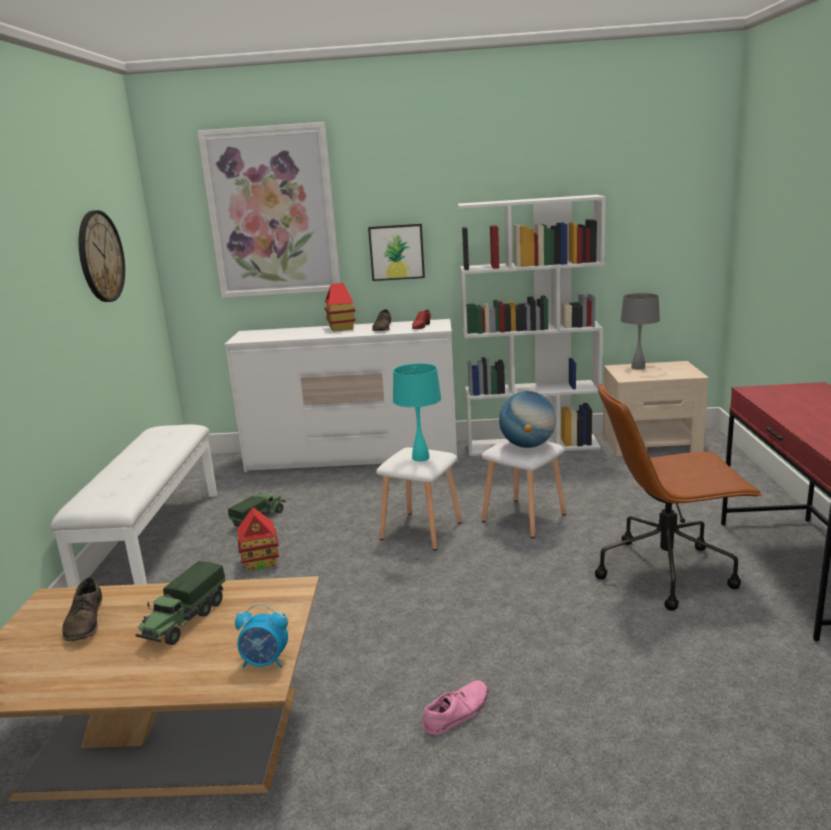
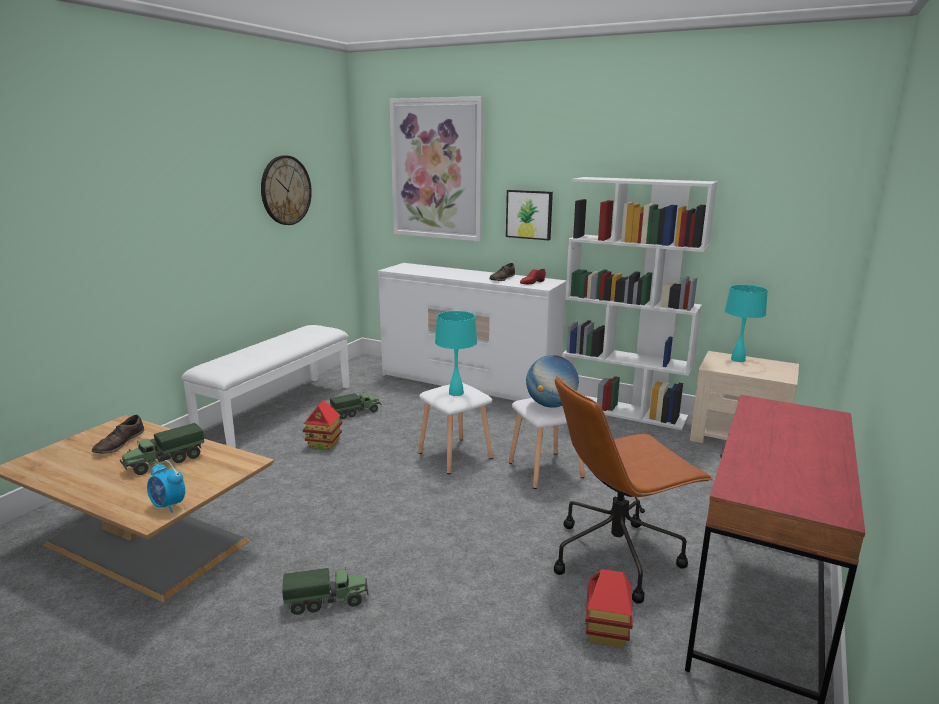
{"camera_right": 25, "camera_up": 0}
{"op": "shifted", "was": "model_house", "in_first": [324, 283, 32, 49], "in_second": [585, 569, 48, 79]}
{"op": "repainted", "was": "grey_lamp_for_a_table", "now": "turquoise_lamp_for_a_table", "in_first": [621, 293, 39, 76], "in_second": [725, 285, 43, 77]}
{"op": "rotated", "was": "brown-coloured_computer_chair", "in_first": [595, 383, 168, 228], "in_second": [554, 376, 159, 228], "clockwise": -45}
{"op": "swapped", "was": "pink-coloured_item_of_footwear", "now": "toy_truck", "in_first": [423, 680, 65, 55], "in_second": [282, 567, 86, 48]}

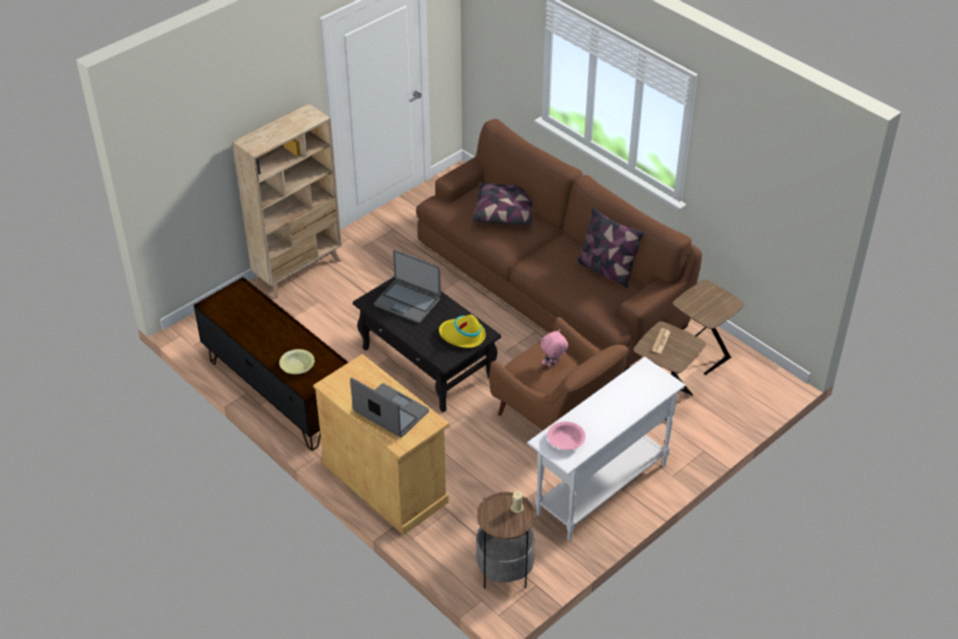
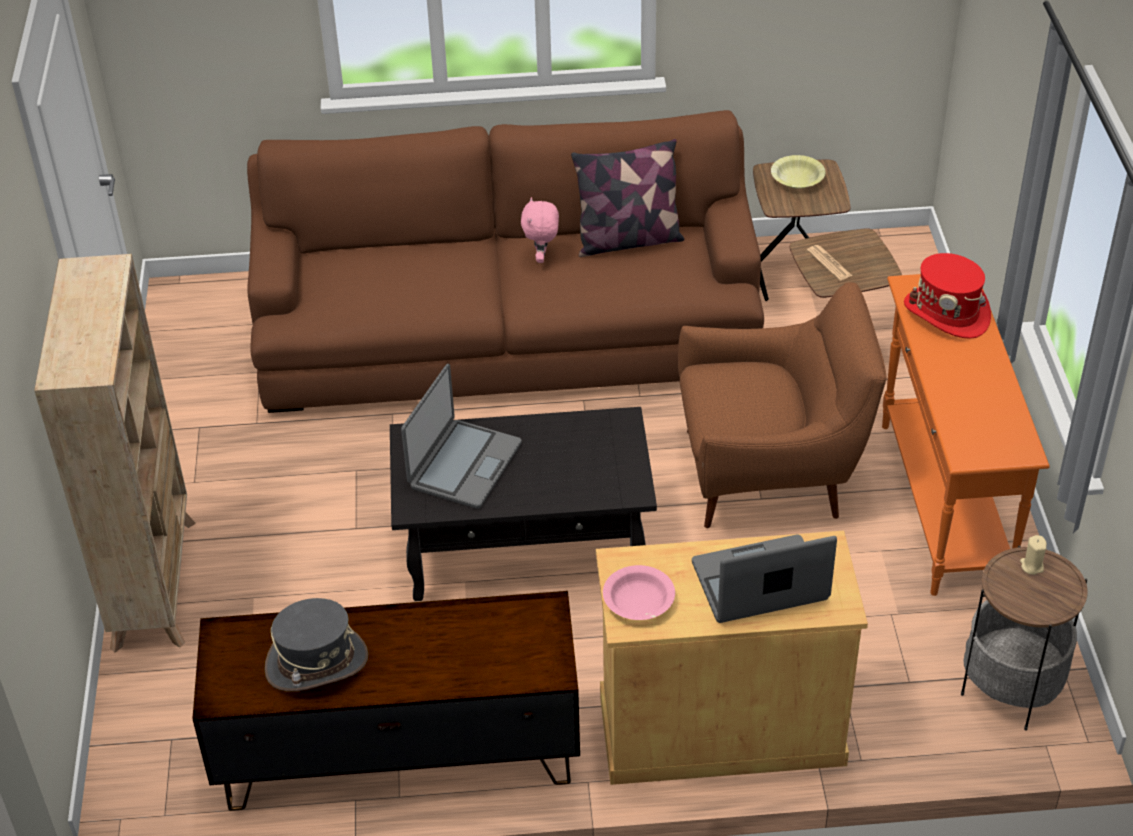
{"camera_right": -50, "camera_up": 0}
{"op": "gone", "was": "throw_pillow", "in_first": [473, 183, 59, 43]}
{"op": "rotated", "was": "portable_computer", "in_first": [374, 250, 67, 73], "in_second": [401, 364, 121, 145], "clockwise": -45}
{"op": "gone", "was": "yellowish_hat", "in_first": [439, 315, 47, 33]}
{"op": "shifted", "was": "pink-coloured_plush_toy", "in_first": [541, 329, 27, 38], "in_second": [521, 197, 38, 66]}
{"op": "shifted", "was": "yellowish_bowl", "in_first": [279, 349, 36, 25], "in_second": [771, 155, 55, 34]}
{"op": "repainted", "was": "white-coloured_narrow_table", "now": "orange_narrow_table", "in_first": [527, 357, 159, 184], "in_second": [882, 274, 168, 322]}
{"op": "shifted", "was": "pink-coloured_bowl", "in_first": [547, 422, 39, 28], "in_second": [603, 565, 72, 55]}
{"op": "new", "now": "red-coloured_hat", "in_second": [904, 253, 87, 86]}
{"op": "new", "now": "grey_hat", "in_second": [264, 598, 104, 94]}

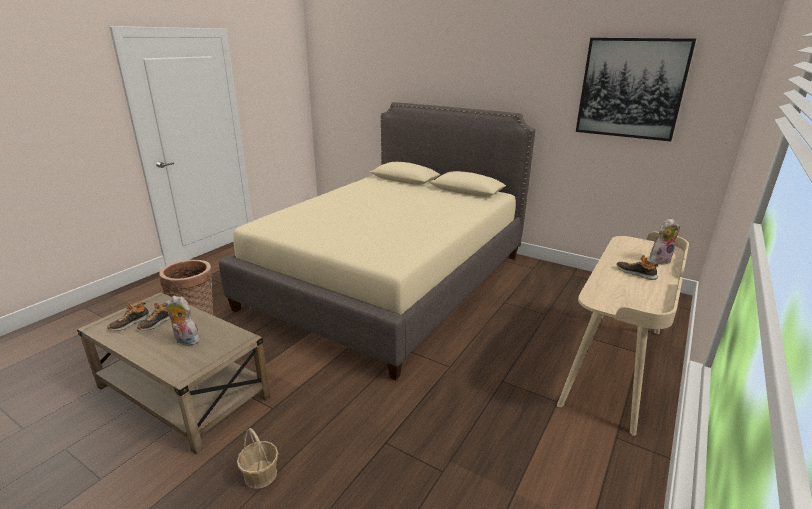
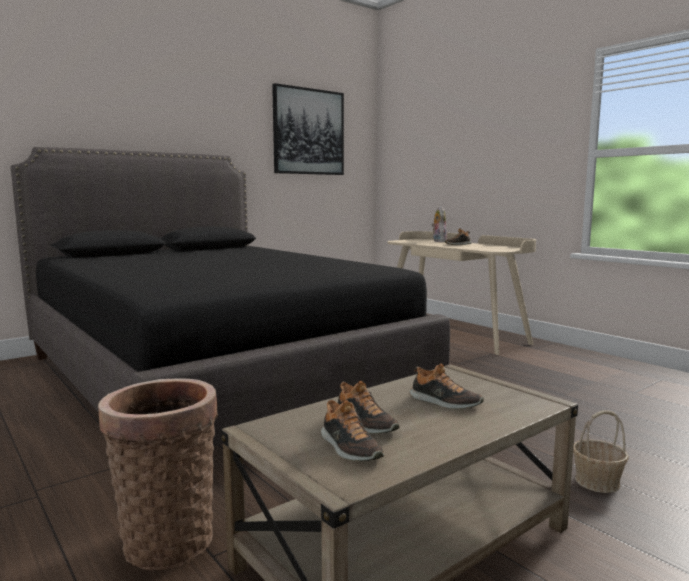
{"camera_right": -70, "camera_up": -15}
{"op": "repainted", "was": "sand-coloured_sleeping_bed", "now": "black_sleeping_bed", "in_first": [219, 102, 317, 278], "in_second": [11, 147, 439, 300]}
{"op": "swapped", "was": "plush_toy", "now": "item_of_footwear", "in_first": [165, 296, 35, 50], "in_second": [409, 363, 75, 46]}

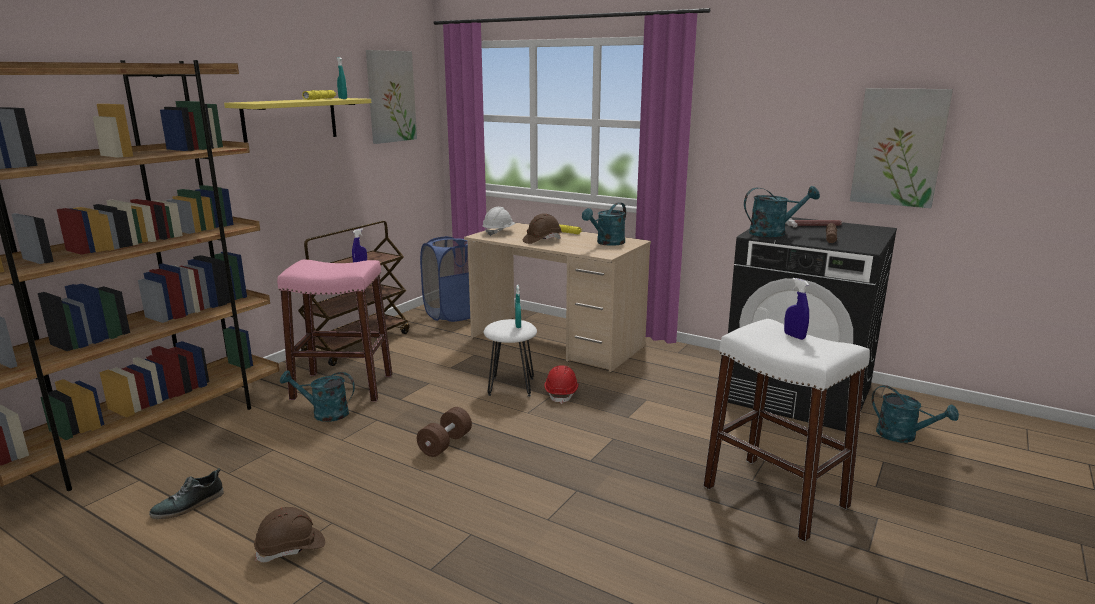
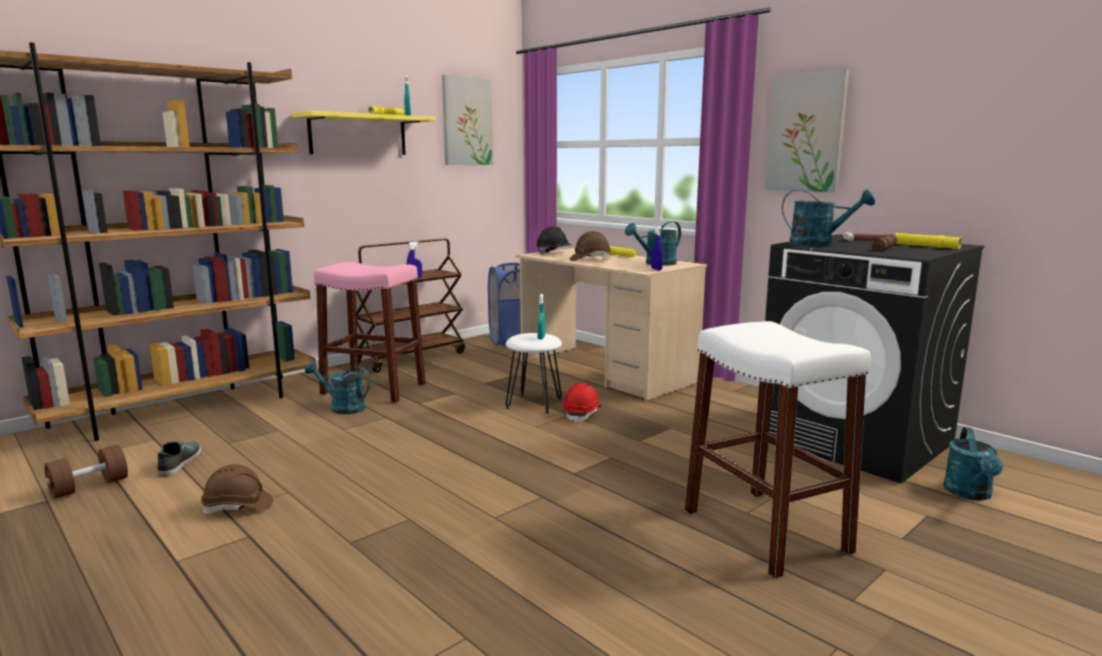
{"camera_right": 15, "camera_up": -5}
{"op": "shifted", "was": "wall_art", "in_first": [850, 88, 103, 120], "in_second": [765, 69, 84, 123]}
{"op": "repainted", "was": "white-coloured_hard_hat", "now": "black_hard_hat", "in_first": [482, 207, 33, 29], "in_second": [536, 227, 35, 28]}
{"op": "shifted", "was": "blue-coloured_hand_sprayer", "in_first": [784, 278, 25, 62], "in_second": [651, 225, 12, 46]}
{"op": "rotated", "was": "turquoise_watering_pot", "in_first": [872, 385, 87, 58], "in_second": [943, 427, 60, 73], "clockwise": 45}
{"op": "shifted", "was": "brown-coloured_free_weight", "in_first": [417, 407, 55, 50], "in_second": [44, 445, 84, 54]}
{"op": "rotated", "was": "item_of_footwear", "in_first": [149, 468, 75, 51], "in_second": [157, 441, 44, 36], "clockwise": 120}
{"op": "new", "now": "yellowish_torch", "in_second": [895, 233, 67, 16]}

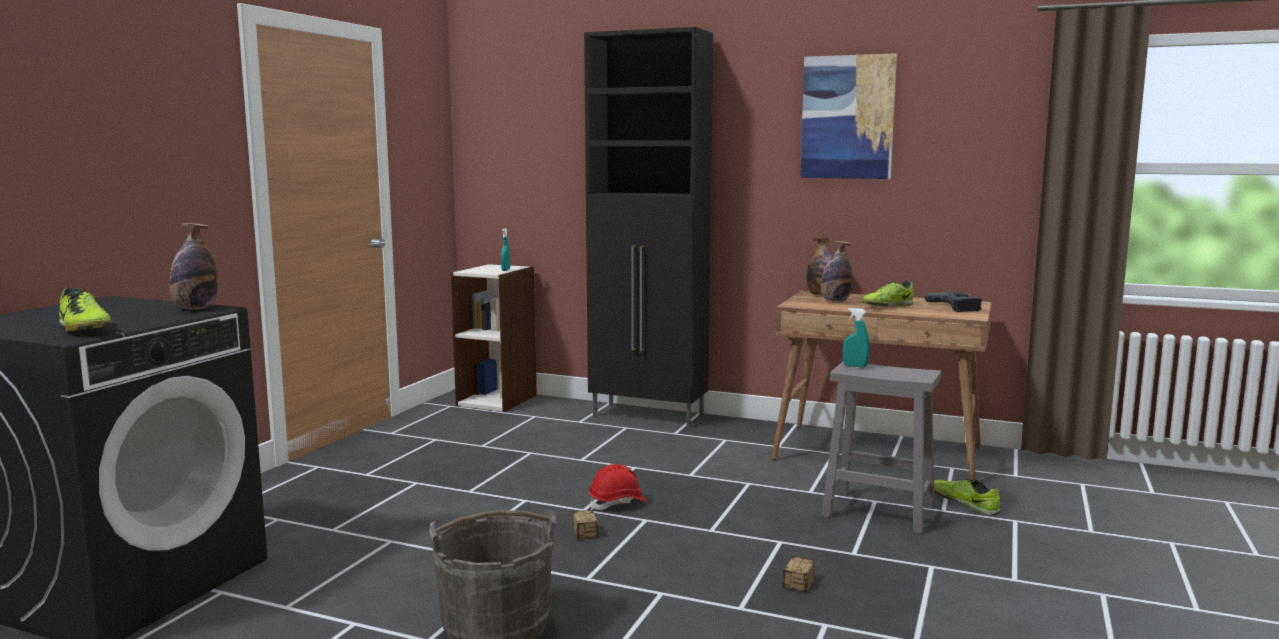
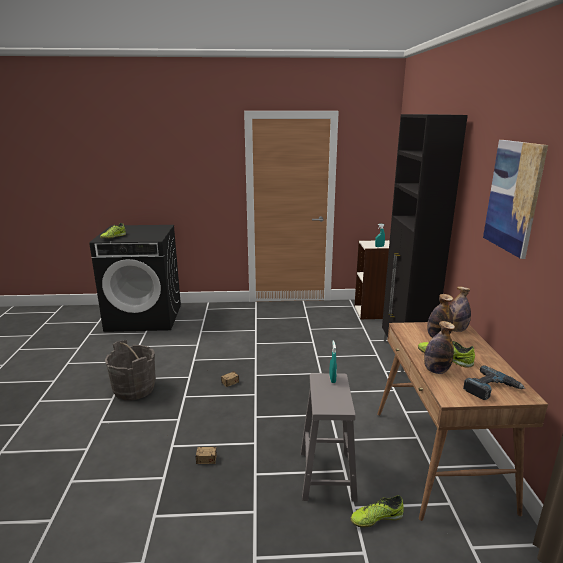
{"camera_right": 65, "camera_up": 10}
{"op": "shifted", "was": "bottle", "in_first": [169, 223, 49, 87], "in_second": [424, 321, 31, 53]}
{"op": "gone", "was": "red-coloured_hard_hat", "in_first": [589, 464, 59, 46]}
{"op": "rotated", "was": "item_of_footwear", "in_first": [934, 479, 66, 36], "in_second": [350, 495, 54, 33], "clockwise": -135}

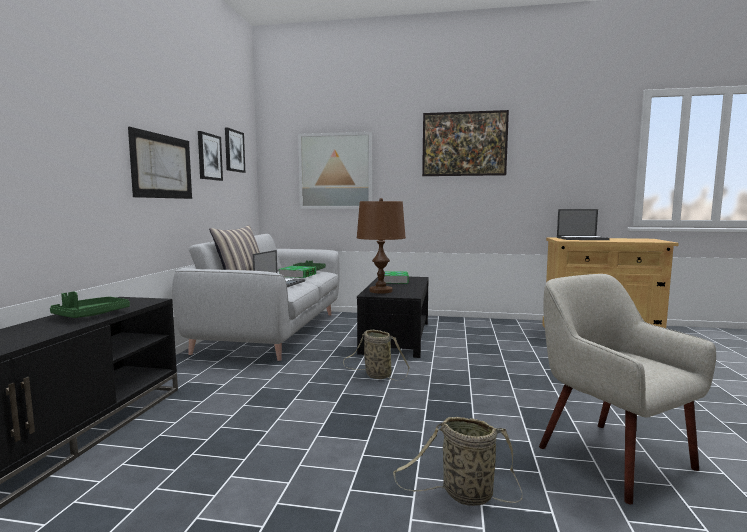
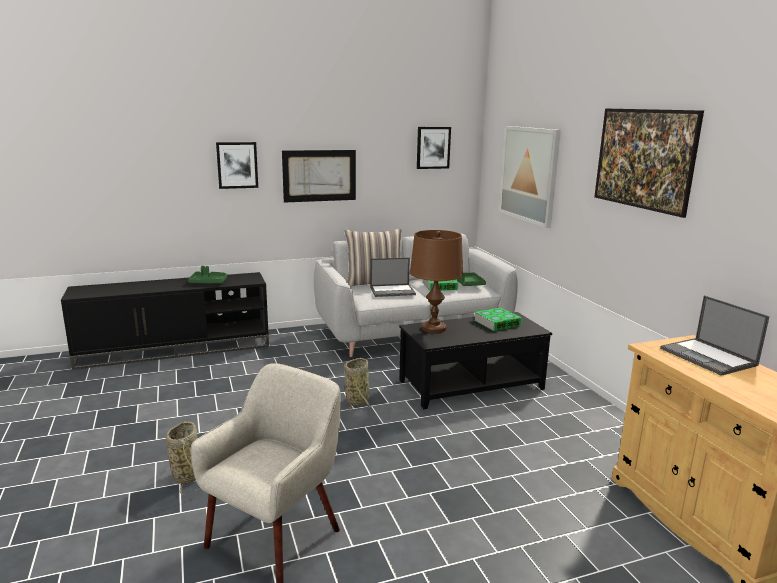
{"camera_right": 60, "camera_up": 10}
{"op": "shifted", "was": "wall_art", "in_first": [198, 131, 25, 50], "in_second": [216, 142, 42, 47]}

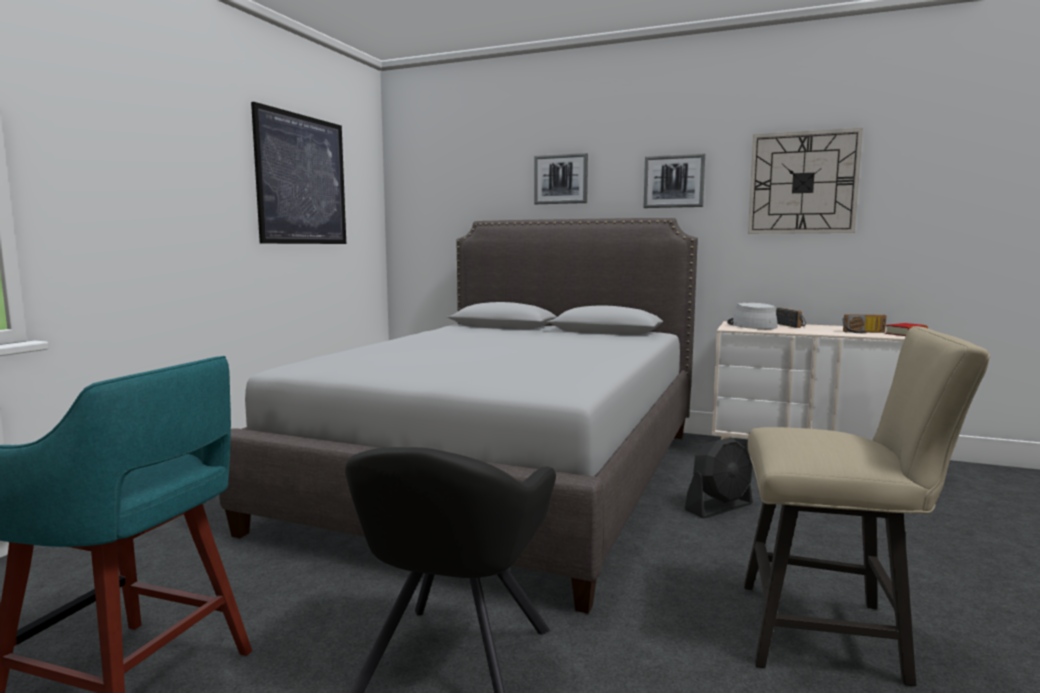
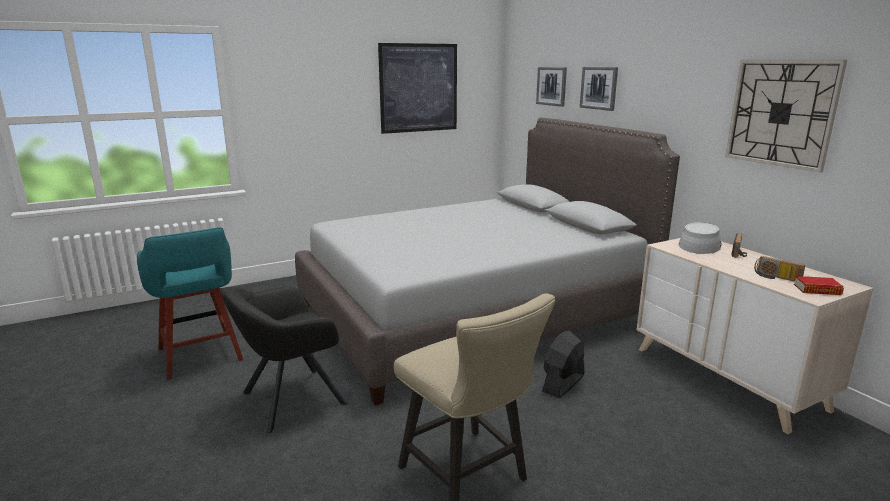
{"camera_right": 40, "camera_up": 10}
{"op": "shifted", "was": "wall_art", "in_first": [644, 153, 61, 55], "in_second": [536, 67, 31, 40]}
{"op": "rotated", "was": "black_fan", "in_first": [685, 437, 68, 81], "in_second": [542, 331, 42, 67], "clockwise": 120}

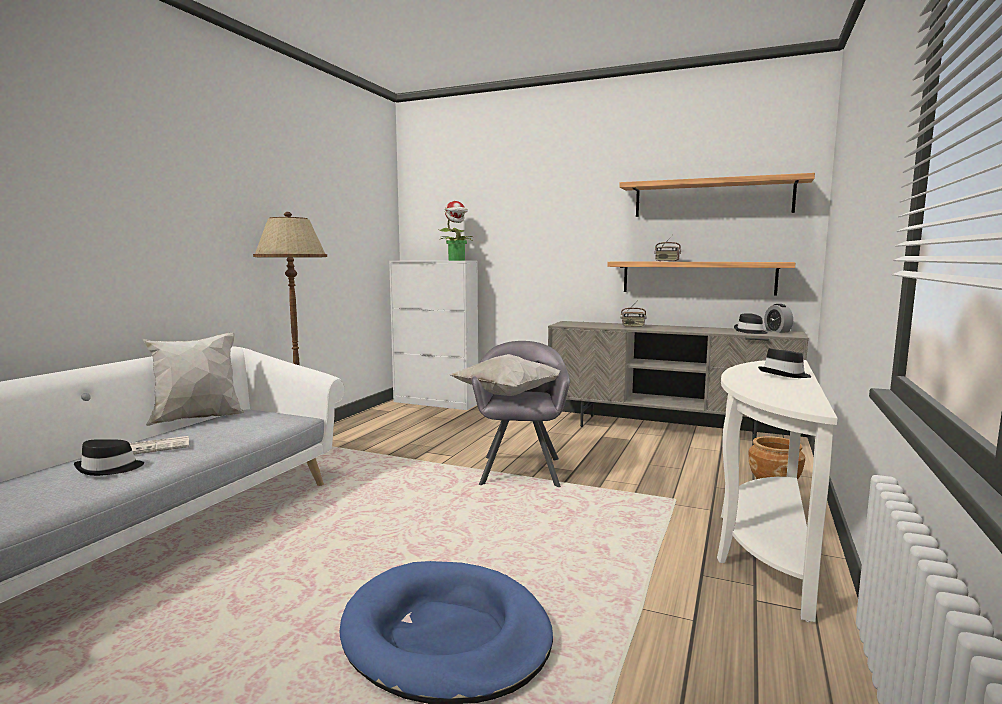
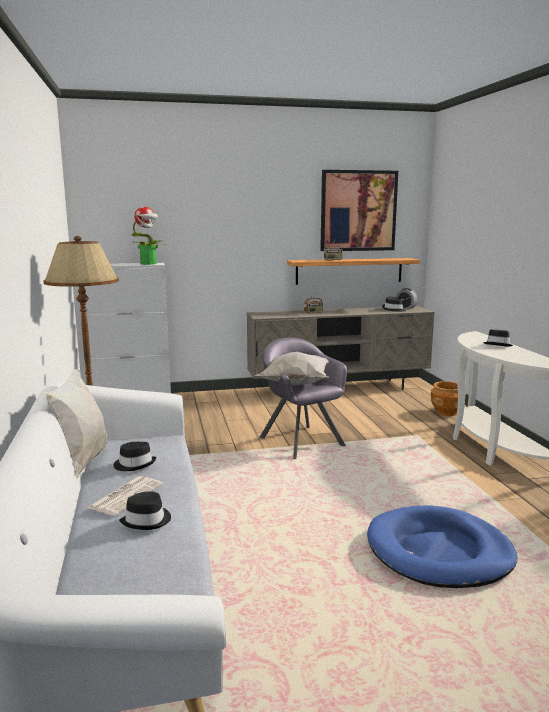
{"camera_right": -35, "camera_up": 5}
{"op": "swapped", "was": "bracket_shelf", "now": "wall_art", "in_first": [619, 173, 196, 44], "in_second": [320, 170, 78, 81]}
{"op": "new", "now": "black_hat", "in_second": [113, 442, 43, 29]}

